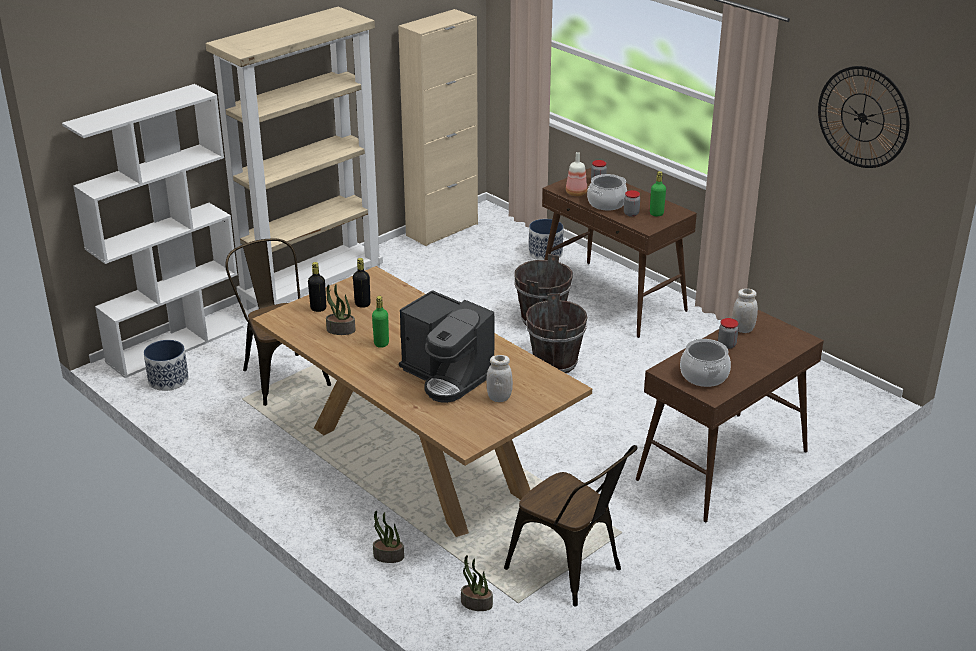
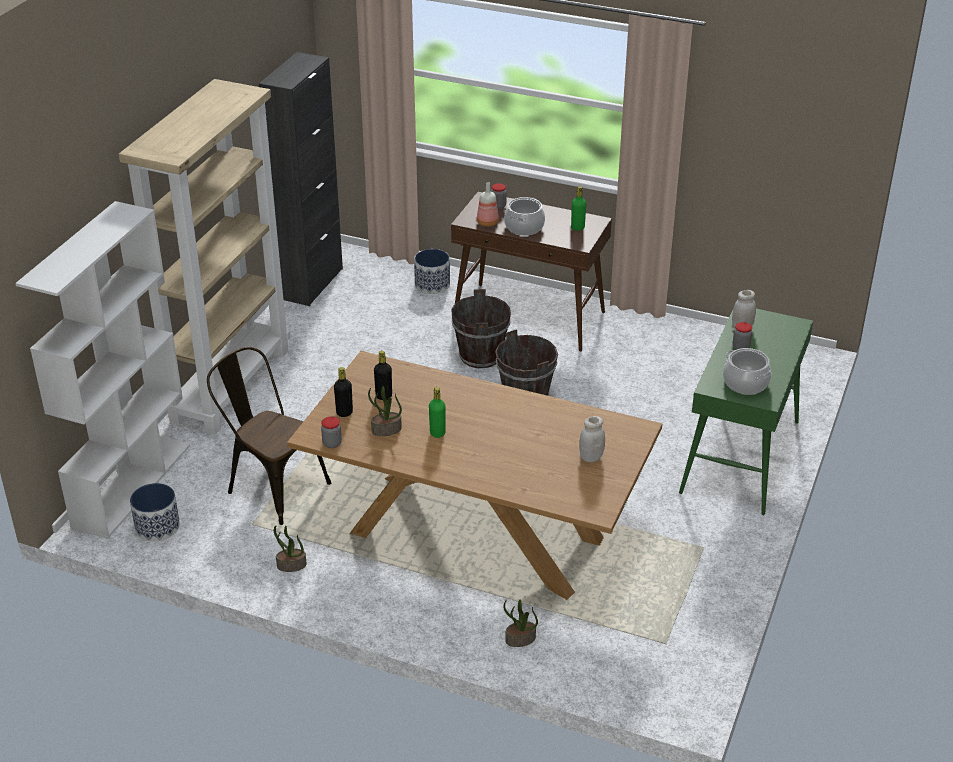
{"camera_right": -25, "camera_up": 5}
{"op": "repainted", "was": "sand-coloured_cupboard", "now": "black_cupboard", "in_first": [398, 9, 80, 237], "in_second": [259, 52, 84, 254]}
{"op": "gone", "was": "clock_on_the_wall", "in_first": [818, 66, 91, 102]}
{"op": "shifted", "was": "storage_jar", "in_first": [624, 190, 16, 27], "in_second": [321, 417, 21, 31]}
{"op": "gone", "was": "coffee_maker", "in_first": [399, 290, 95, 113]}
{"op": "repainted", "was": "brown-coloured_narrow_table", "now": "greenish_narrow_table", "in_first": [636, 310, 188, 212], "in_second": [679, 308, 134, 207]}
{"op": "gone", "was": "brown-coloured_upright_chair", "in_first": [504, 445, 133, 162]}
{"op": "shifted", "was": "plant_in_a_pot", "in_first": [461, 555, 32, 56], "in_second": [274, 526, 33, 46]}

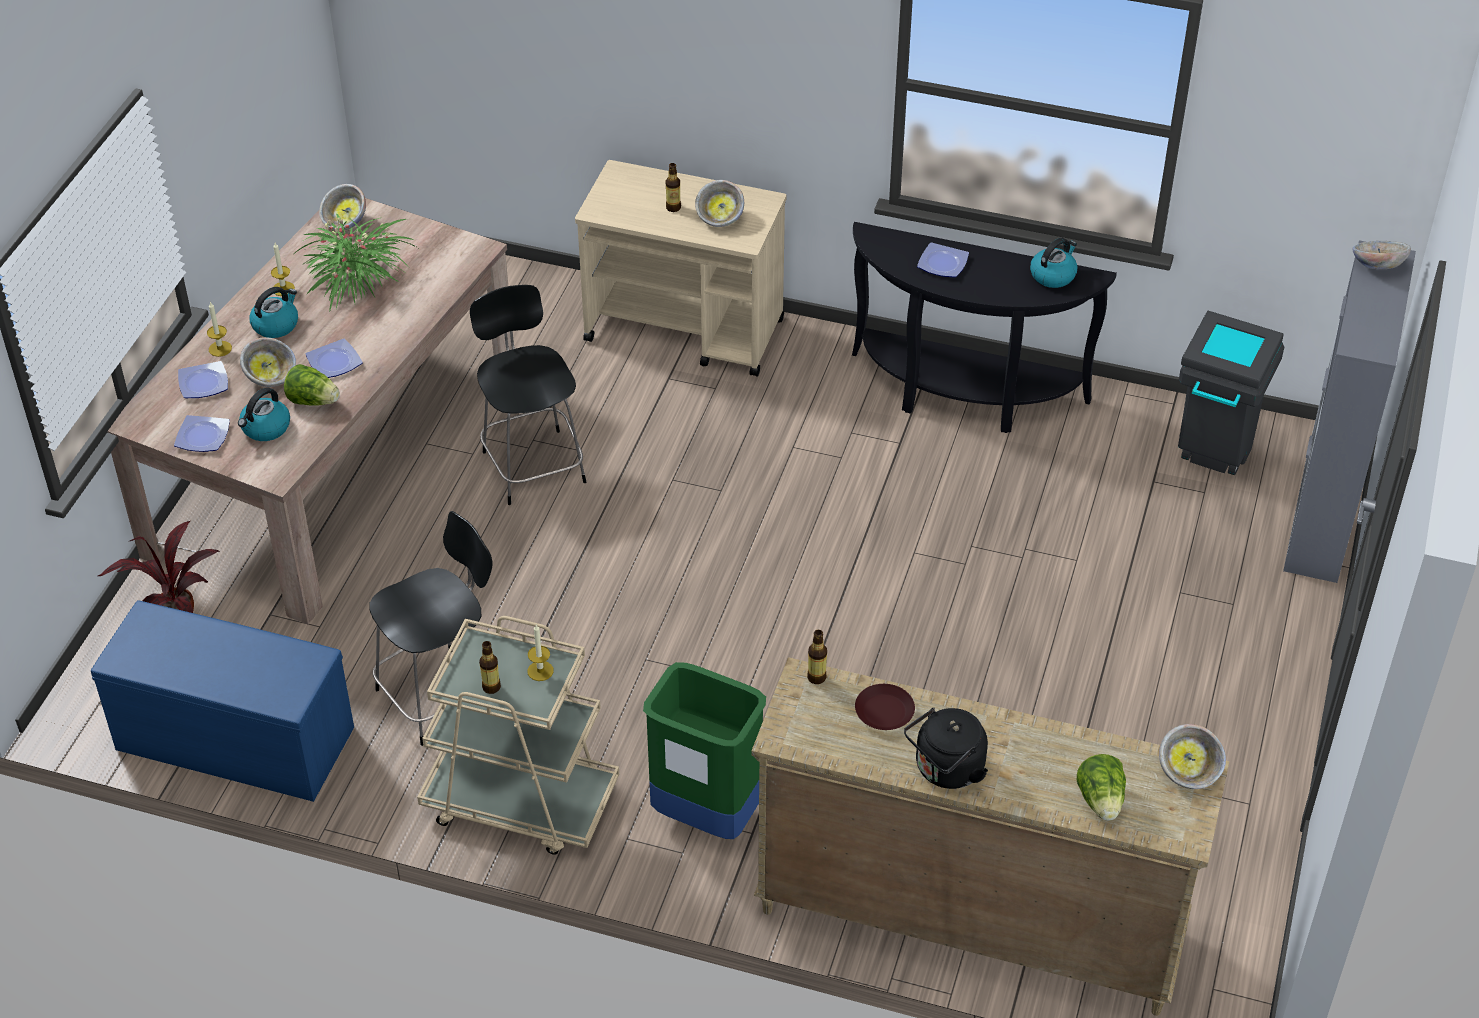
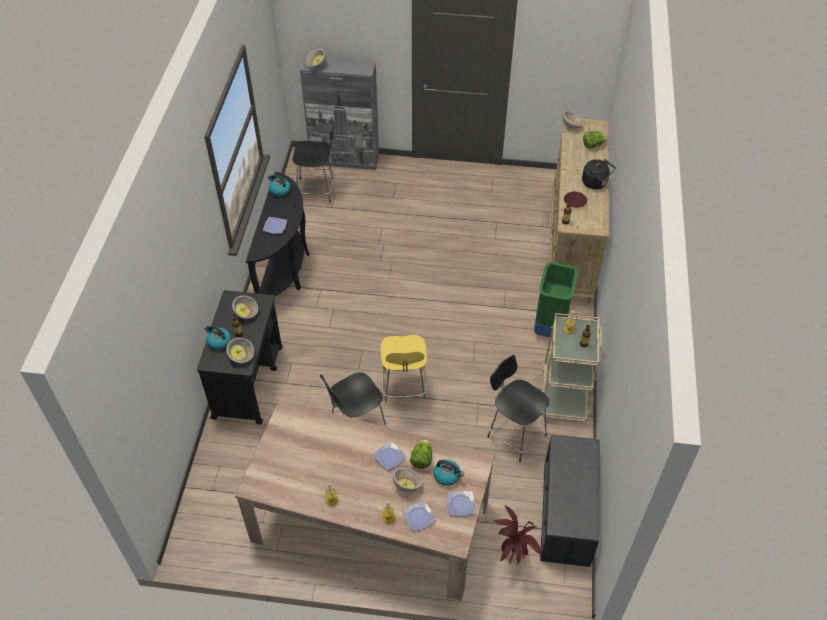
{"camera_right": -100, "camera_up": 5}
{"op": "repainted", "was": "sand-coloured_wheeled_cart", "now": "black_wheeled_cart", "in_first": [575, 160, 212, 217], "in_second": [197, 290, 86, 134]}
{"op": "shifted", "was": "bowl", "in_first": [319, 184, 47, 46], "in_second": [226, 338, 28, 26]}
{"op": "gone", "was": "plant_in_a_pot", "in_first": [295, 214, 123, 99]}
{"op": "shifted", "was": "water_kettle", "in_first": [249, 287, 49, 51], "in_second": [204, 325, 27, 25]}
{"op": "swapped", "was": "grey_rubbish_bin", "now": "black_sitting_stool", "in_first": [1178, 311, 106, 164], "in_second": [293, 122, 41, 81]}
{"op": "repainted", "was": "blue-coloured_indoor_bench", "now": "grey_indoor_bench", "in_first": [91, 600, 263, 202], "in_second": [540, 435, 60, 132]}
{"op": "new", "now": "yellowish_sitting_stool", "in_second": [381, 335, 47, 70]}

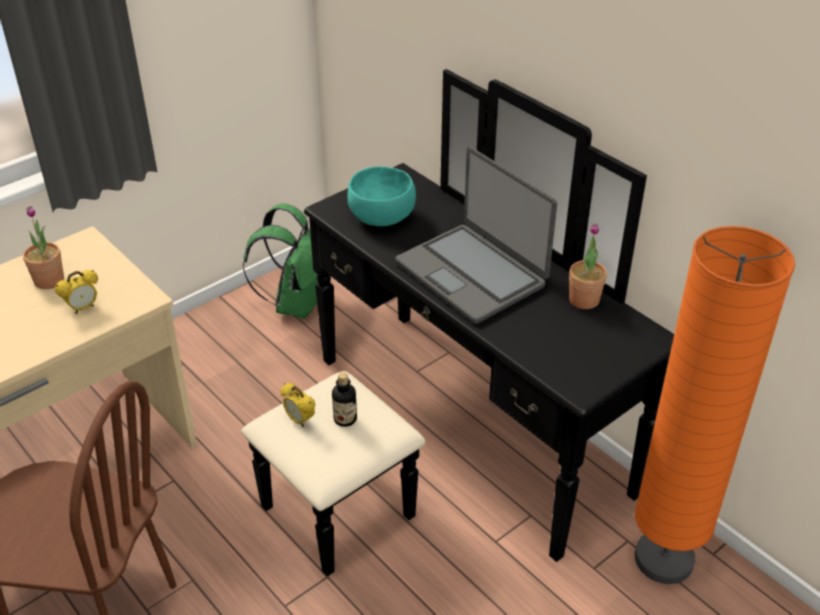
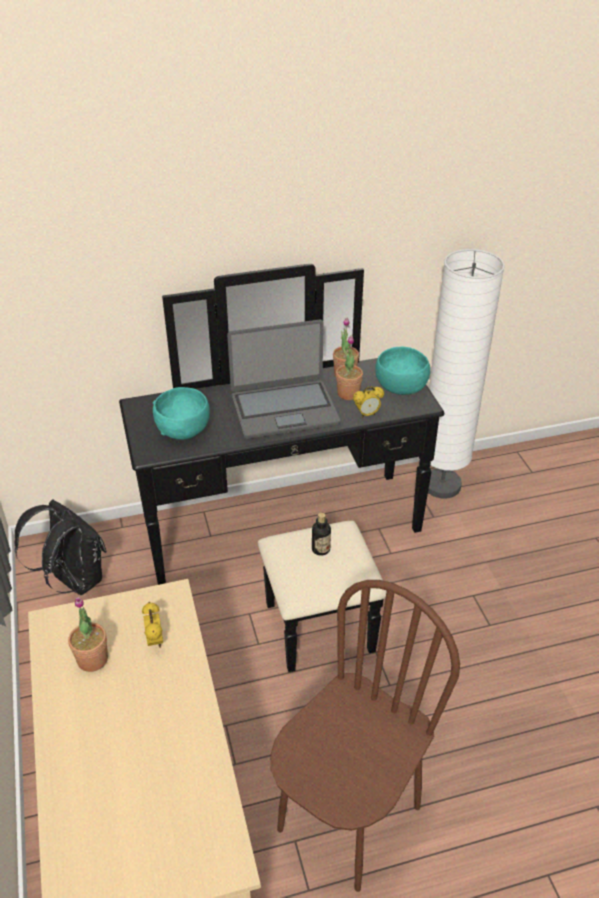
{"camera_right": -65, "camera_up": 0}
{"op": "repainted", "was": "greenish_backpack", "now": "black_backpack", "in_first": [243, 203, 75, 115], "in_second": [14, 500, 92, 95]}
{"op": "repainted", "was": "orange_floor_lamp", "now": "white-coloured_floor_lamp", "in_first": [635, 226, 160, 358], "in_second": [428, 249, 77, 250]}
{"op": "shifted", "was": "alarm_clock", "in_first": [280, 383, 35, 44], "in_second": [353, 386, 31, 32]}
{"op": "new", "now": "plant_in_a_pot", "in_second": [336, 336, 27, 64]}
{"op": "new", "now": "turquoise_bowl", "in_second": [375, 347, 55, 48]}

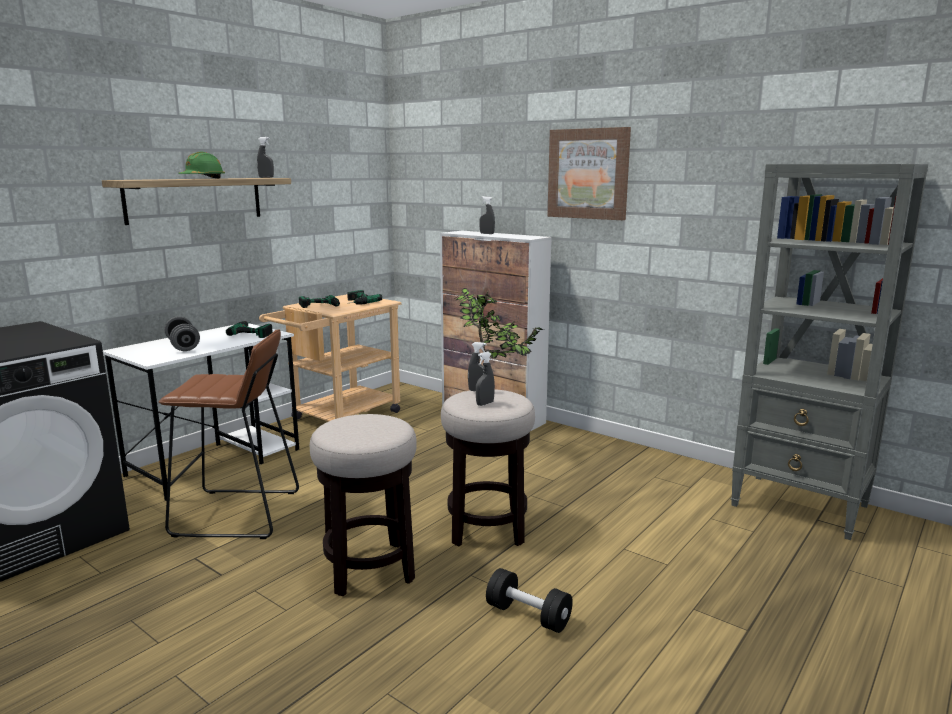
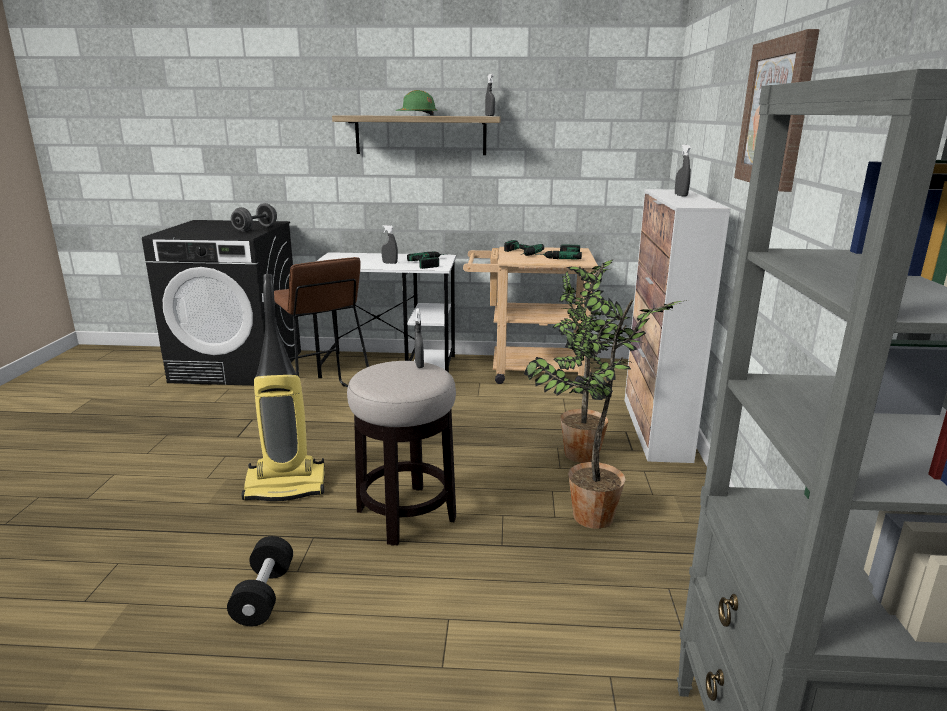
{"camera_right": 55, "camera_up": 5}
{"op": "shifted", "was": "grey_free_weight", "in_first": [164, 317, 36, 34], "in_second": [231, 203, 46, 29]}
{"op": "shifted", "was": "grey_hand_sprayer", "in_first": [476, 351, 19, 55], "in_second": [381, 225, 17, 39]}
{"op": "swapped", "was": "sitting_stool", "now": "vacuum", "in_first": [310, 414, 107, 183], "in_second": [242, 274, 83, 227]}
{"op": "new", "now": "plant_in_a_pot", "in_second": [524, 293, 163, 236]}

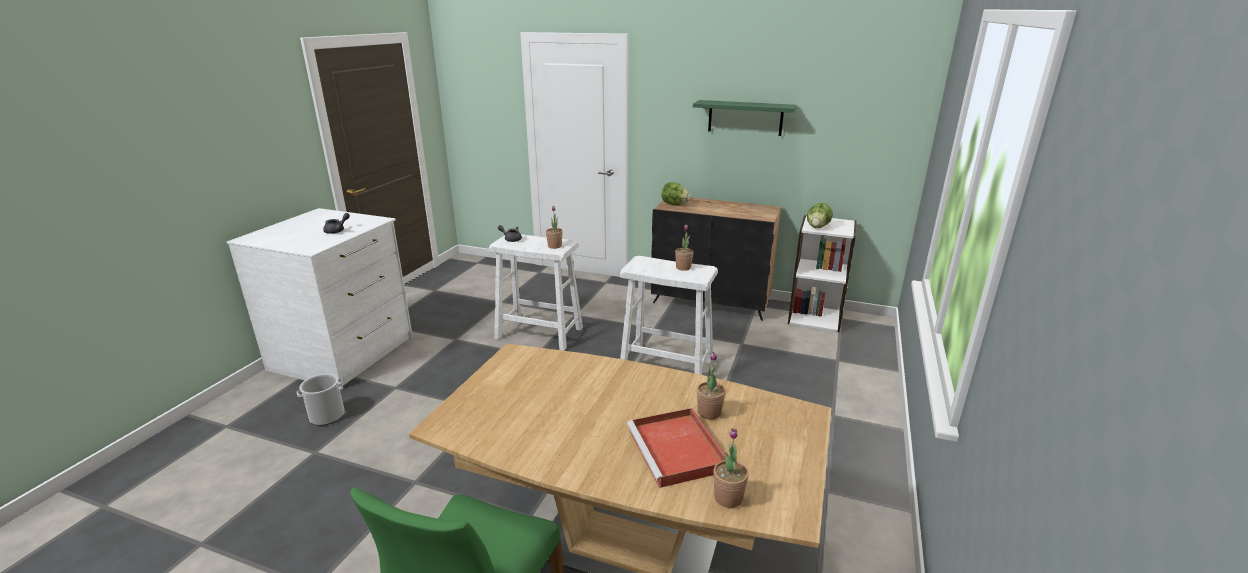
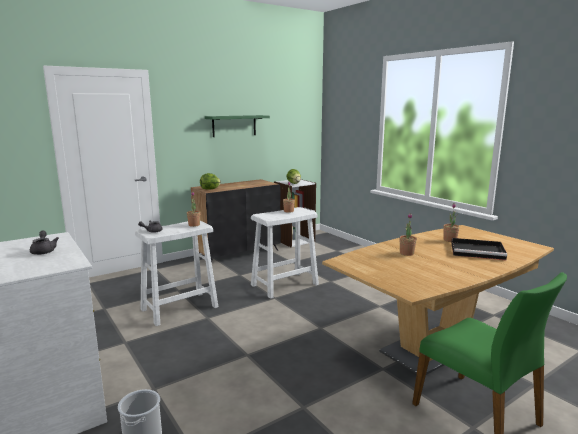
{"camera_right": -55, "camera_up": -10}
{"op": "repainted", "was": "red-coloured_tray", "now": "black_tray", "in_first": [627, 408, 98, 80], "in_second": [451, 238, 56, 23]}
{"op": "shifted", "was": "plant_in_a_pot", "in_first": [713, 428, 35, 80], "in_second": [399, 213, 18, 43]}

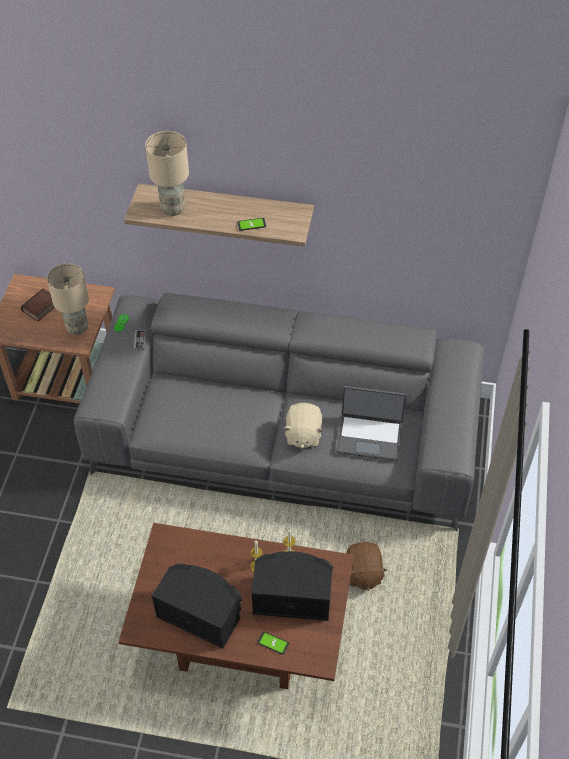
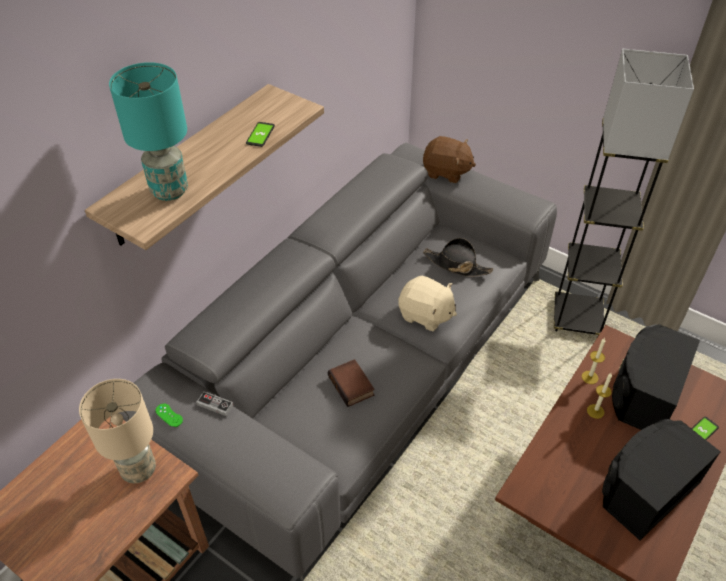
{"camera_right": -65, "camera_up": -5}
{"op": "repainted", "was": "sand-coloured_lamp_for_a_table", "now": "turquoise_lamp_for_a_table", "in_first": [145, 131, 44, 85], "in_second": [109, 62, 79, 139]}
{"op": "shifted", "was": "bound_book", "in_first": [21, 288, 34, 33], "in_second": [328, 359, 47, 48]}
{"op": "swapped", "was": "portable_computer", "now": "black_hat", "in_first": [336, 386, 70, 75], "in_second": [423, 238, 70, 39]}
{"op": "shifted", "was": "brown-coloured_plush_toy", "in_first": [346, 542, 41, 49], "in_second": [423, 136, 53, 47]}
{"op": "new", "now": "grey_floor_lamp", "in_second": [554, 49, 140, 287]}

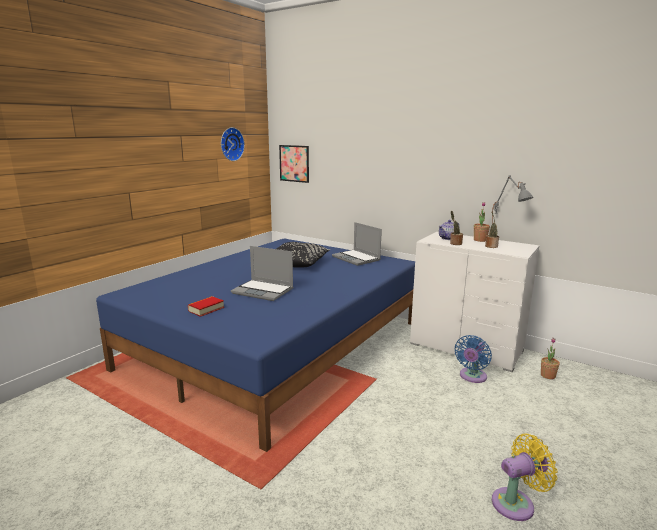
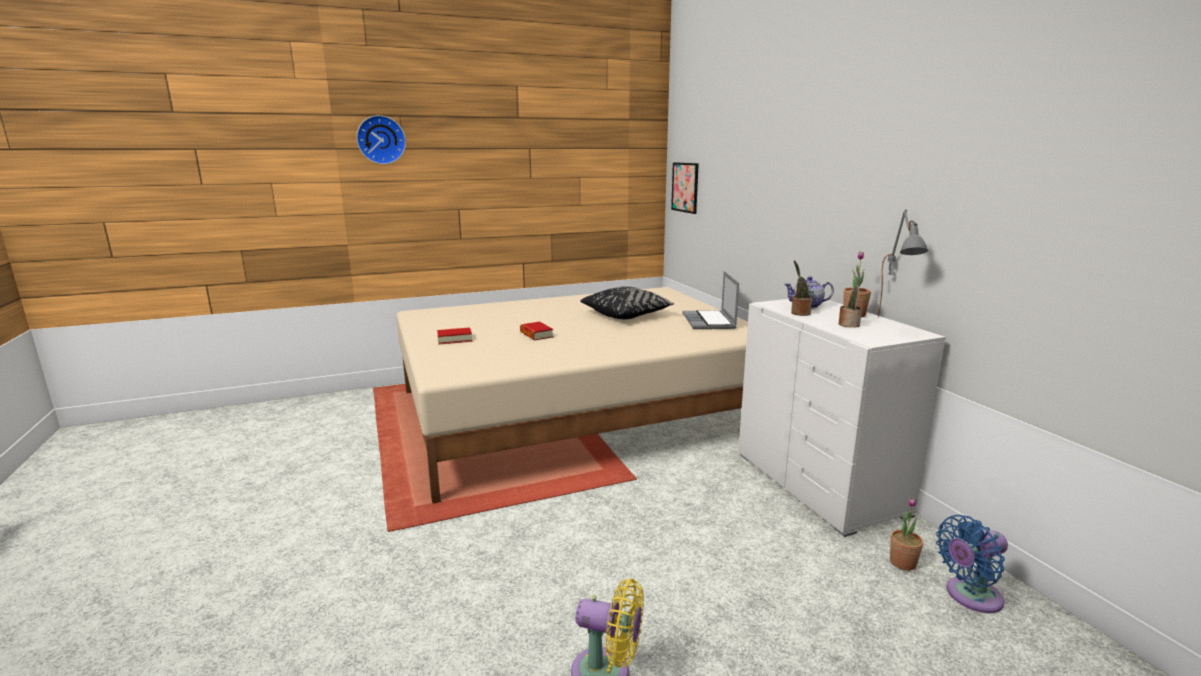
{"camera_right": 35, "camera_up": 0}
{"op": "shifted", "was": "clock_on_the_wall", "in_first": [221, 127, 24, 34], "in_second": [356, 115, 50, 49]}
{"op": "repainted", "was": "blue-coloured_sleeping_bed", "now": "sand-coloured_sleeping_bed", "in_first": [96, 239, 319, 213], "in_second": [396, 287, 352, 217]}
{"op": "swapped", "was": "portable_computer", "now": "bound_book", "in_first": [231, 246, 62, 55], "in_second": [520, 322, 33, 19]}
{"op": "shifted", "was": "blue-coloured_fan", "in_first": [455, 335, 37, 48], "in_second": [936, 515, 72, 98]}

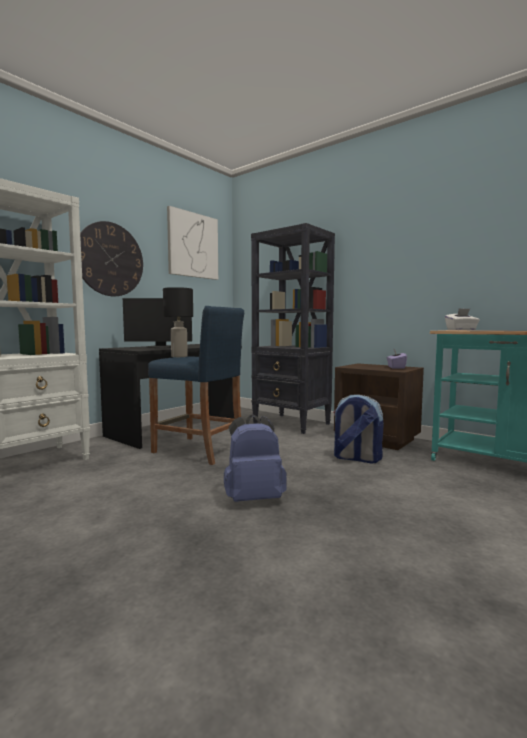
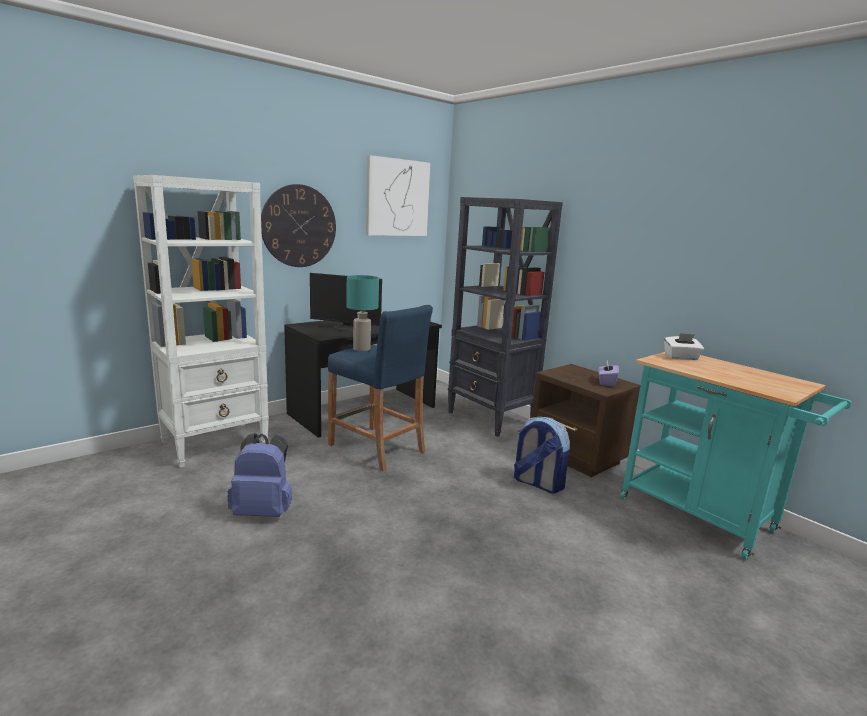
{"camera_right": 10, "camera_up": 10}
{"op": "repainted", "was": "black_lamp_for_a_table", "now": "turquoise_lamp_for_a_table", "in_first": [163, 287, 30, 70], "in_second": [346, 275, 33, 76]}
{"op": "shifted", "was": "blue-coloured_backpack", "in_first": [224, 414, 63, 88], "in_second": [228, 433, 64, 84]}

